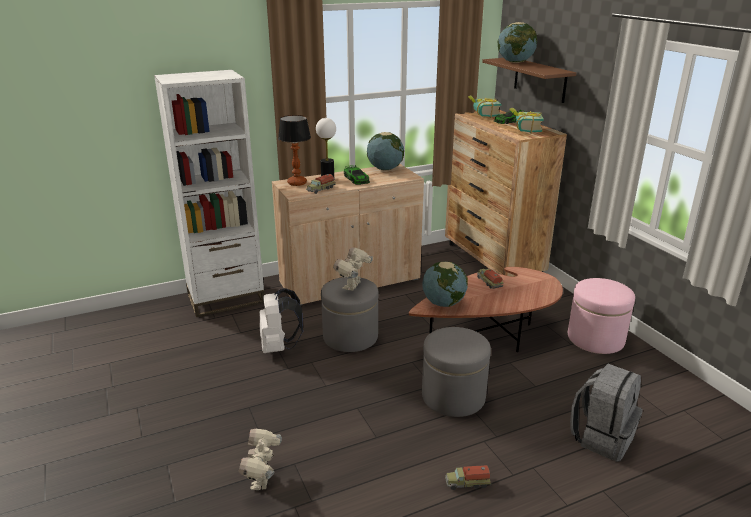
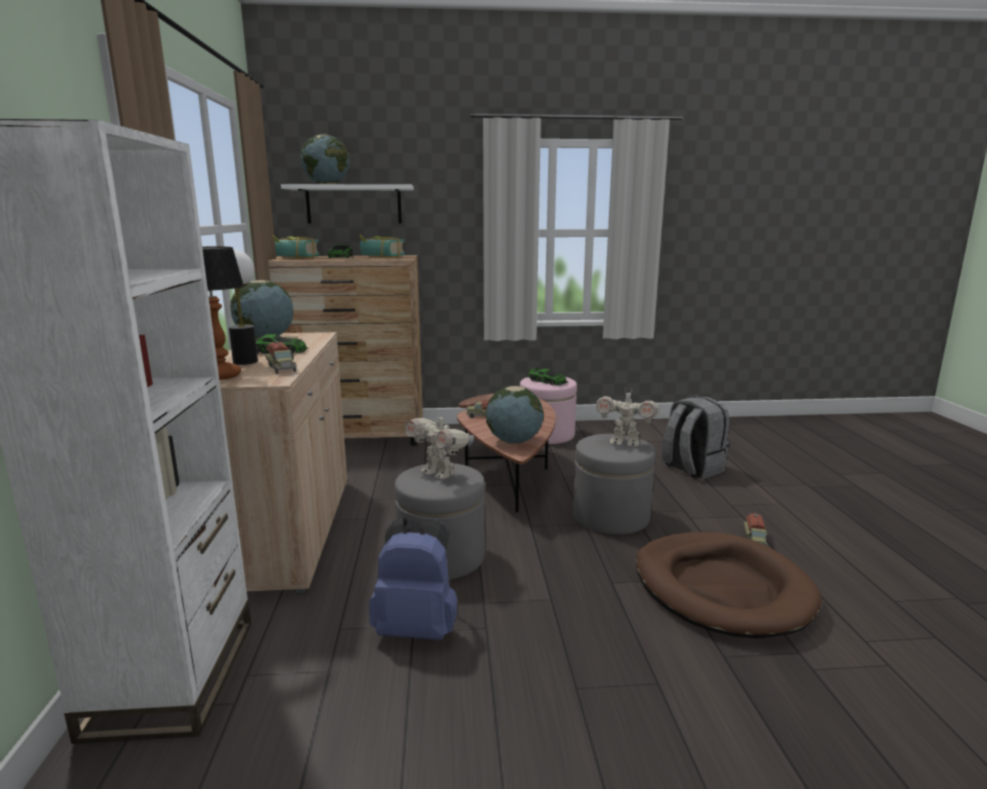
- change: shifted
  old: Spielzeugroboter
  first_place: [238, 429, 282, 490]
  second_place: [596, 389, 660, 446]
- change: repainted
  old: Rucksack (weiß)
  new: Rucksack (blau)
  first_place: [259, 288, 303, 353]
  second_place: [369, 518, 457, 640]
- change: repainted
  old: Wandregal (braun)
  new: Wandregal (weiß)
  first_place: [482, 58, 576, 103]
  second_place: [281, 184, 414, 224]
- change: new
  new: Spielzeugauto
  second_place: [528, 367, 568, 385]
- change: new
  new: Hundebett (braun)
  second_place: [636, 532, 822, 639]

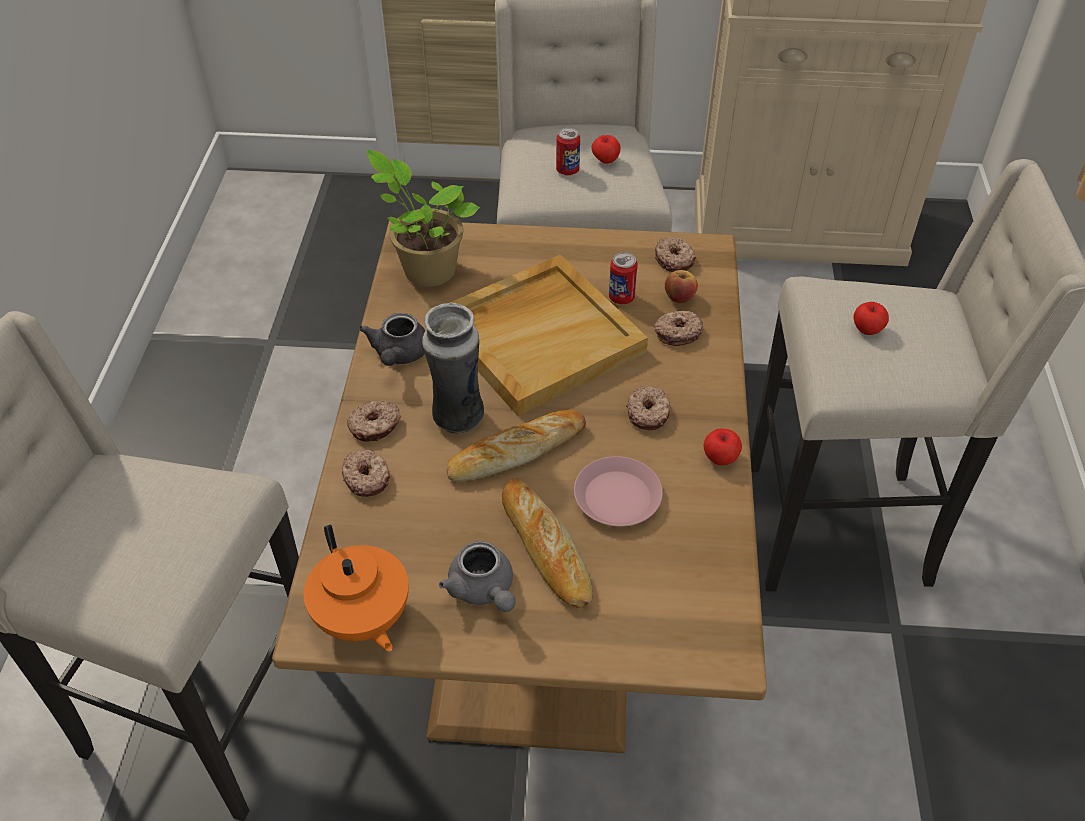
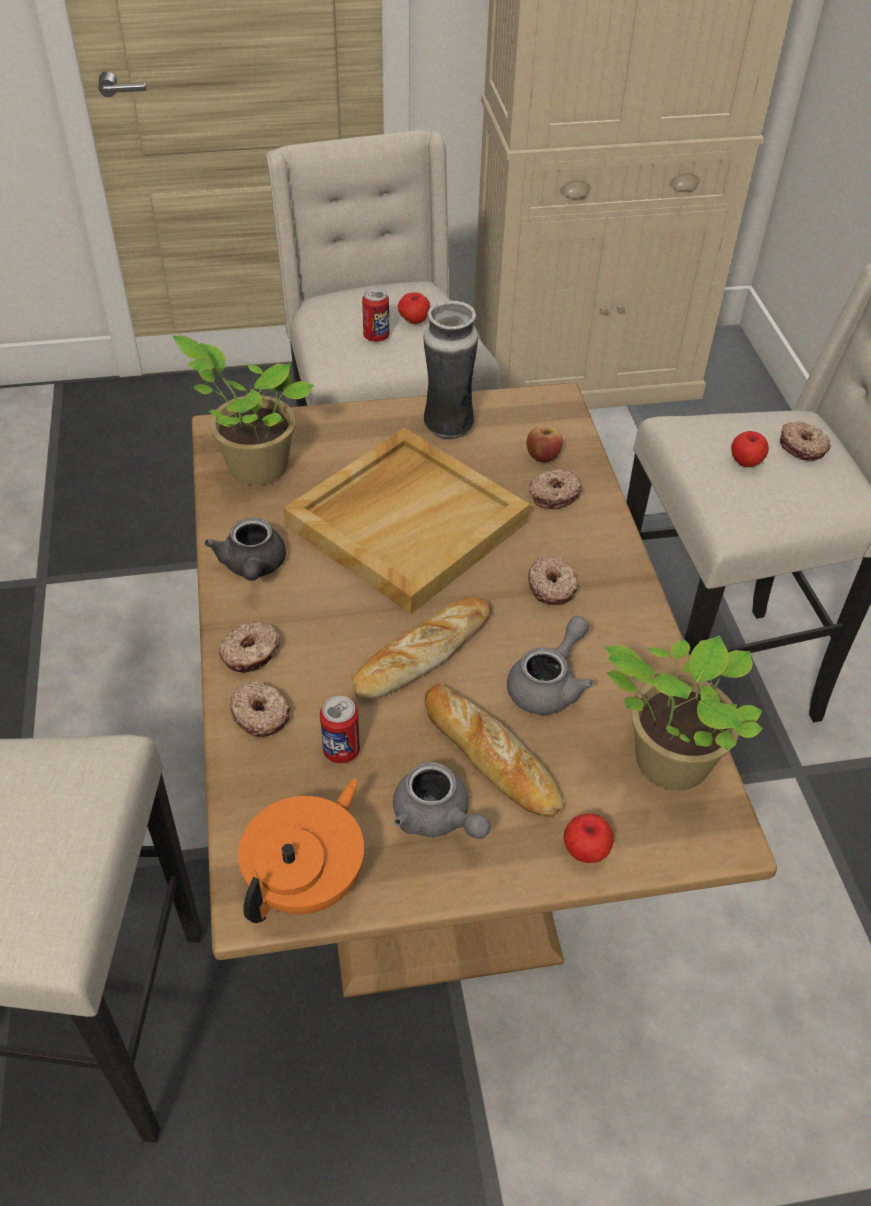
- change: rotated
  old: Teekanne (orange)
  first_place: [304, 524, 409, 651]
  second_place: [238, 779, 364, 923]
  degrees: -105
- change: shifted
  old: Vase
  first_place: [422, 303, 484, 434]
  second_place: [424, 300, 478, 440]
- change: swapped
  old: Teller (rosa)
  new: Teekanne (grau)
  first_place: [574, 456, 663, 527]
  second_place: [507, 616, 594, 715]
- change: shifted
  old: Dose
  first_place: [609, 252, 638, 304]
  second_place: [320, 696, 360, 764]
- change: shifted
  old: Donut
  first_place: [655, 237, 696, 272]
  second_place: [780, 421, 831, 461]
- change: shifted
  old: Apfel
  first_place: [703, 428, 742, 465]
  second_place: [564, 814, 614, 863]
- change: new
  new: Topfpflanze
  second_place: [605, 636, 763, 790]

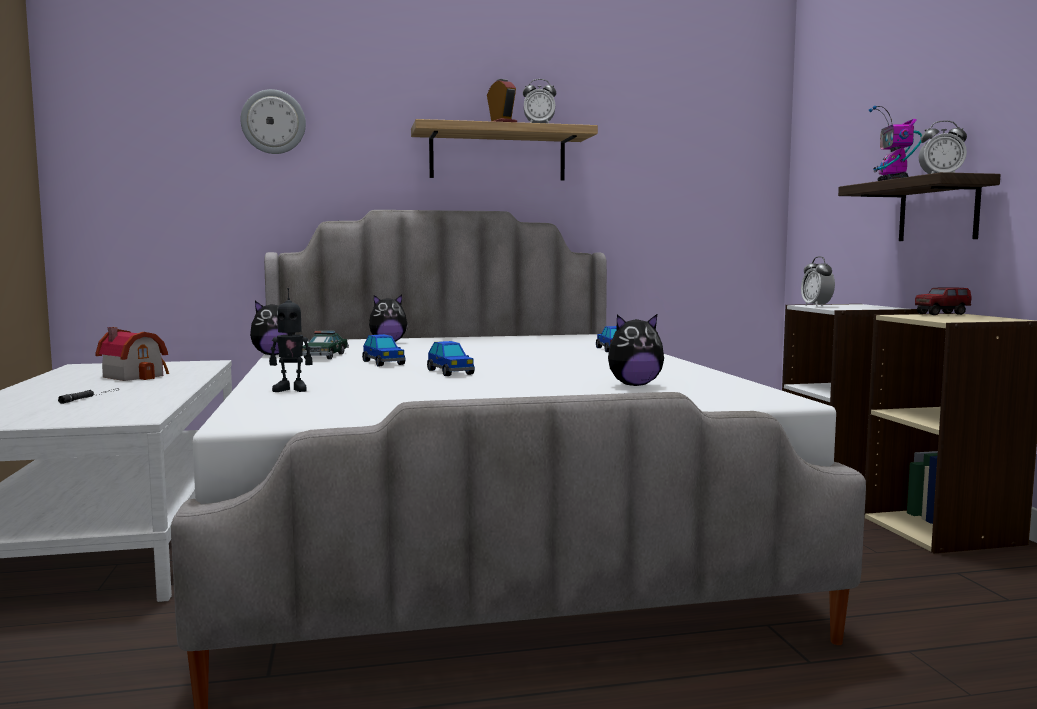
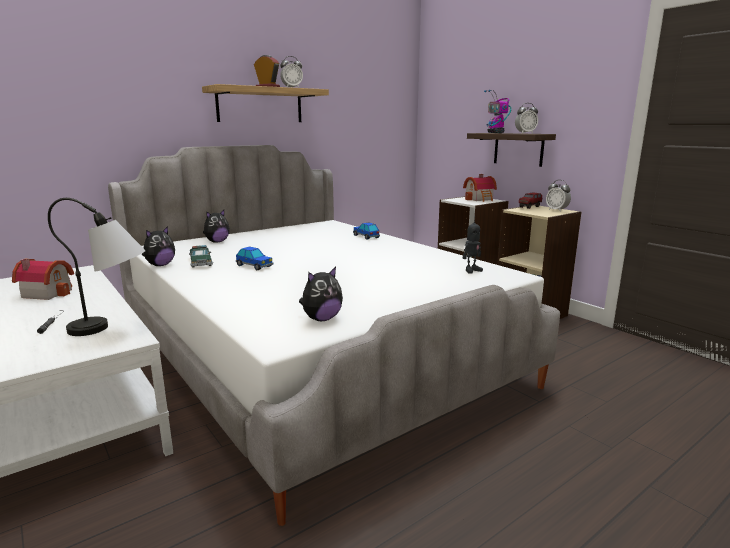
- change: gone
  old: Wanduhr
  first_place: [241, 89, 306, 154]
- change: shifted
  old: Spielzeugroboter
  first_place: [269, 288, 313, 392]
  second_place: [463, 216, 483, 274]
- change: gone
  old: Spielzeugauto
  first_place: [427, 341, 475, 376]
- change: shifted
  old: Plüschtier
  first_place: [608, 314, 664, 386]
  second_place: [299, 267, 343, 321]
- change: shifted
  old: Wecker
  first_place: [801, 256, 835, 307]
  second_place: [546, 180, 571, 212]
- change: new
  new: Tischlampe
  second_place: [48, 198, 146, 336]
- change: new
  new: Spielzeughaus
  second_place: [463, 174, 497, 202]

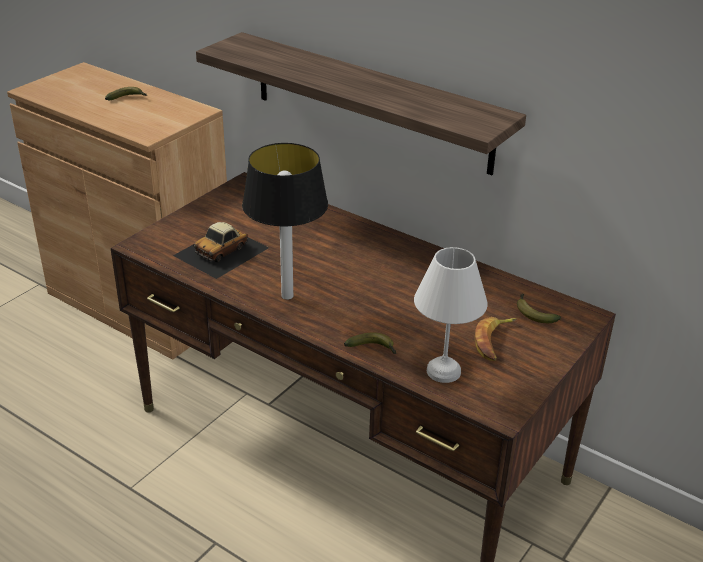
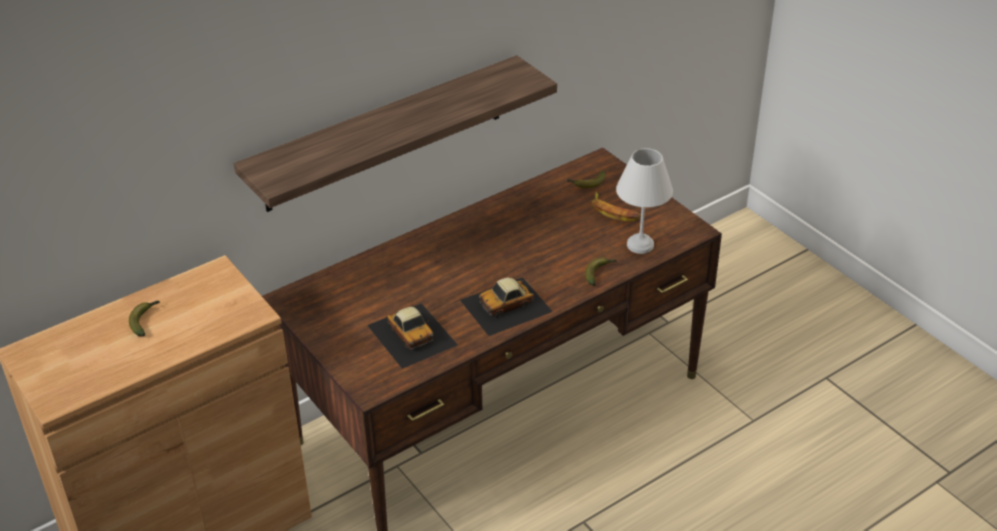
- change: swapped
  old: Tischlampe
  new: Spielzeugauto
  first_place: [242, 143, 328, 300]
  second_place: [460, 277, 553, 336]

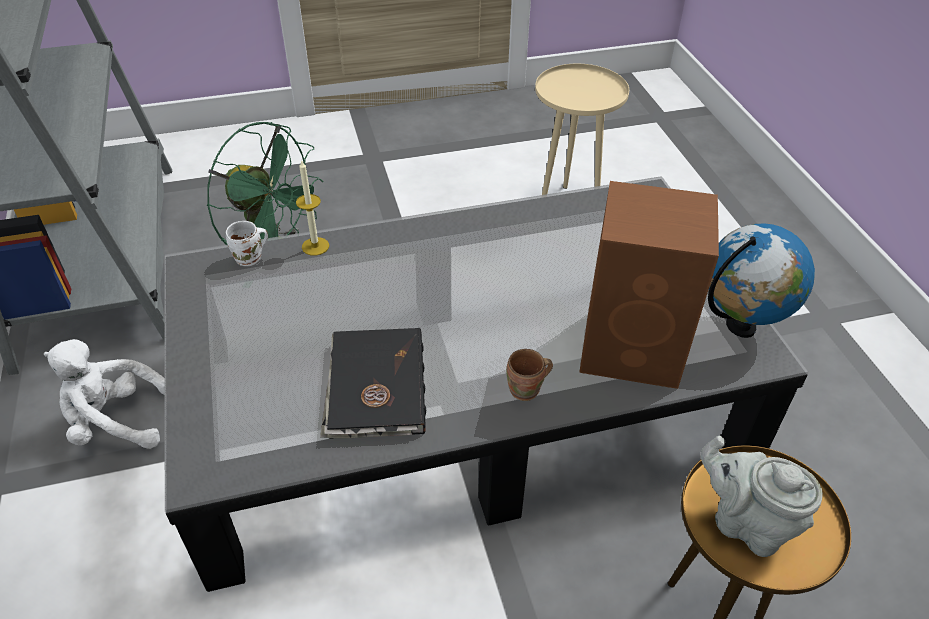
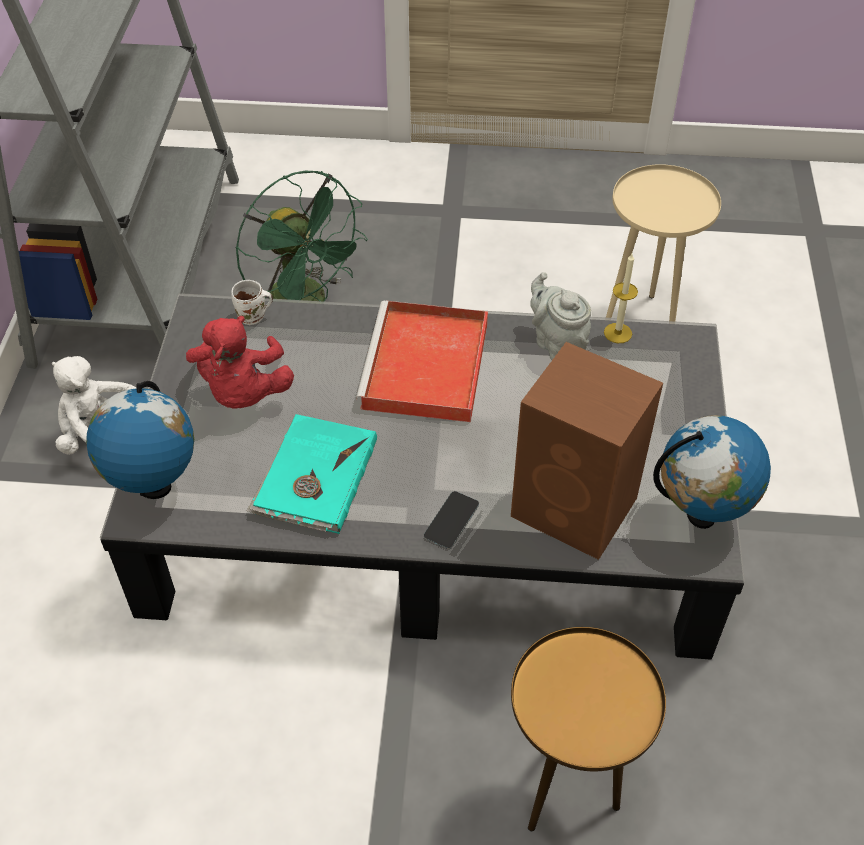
- change: shifted
  old: Kerze
  first_place: [296, 159, 329, 256]
  second_place: [604, 254, 638, 343]
- change: repainted
  old: Buch (schwarz)
  new: Buch (türkis)
  first_place: [320, 328, 426, 439]
  second_place: [247, 414, 377, 534]
- change: swapped
  old: Henkelbecher (braun)
  new: Handy
  first_place: [506, 349, 553, 401]
  second_place: [424, 491, 479, 549]
- change: shifted
  old: Teekanne (grau)
  first_place: [701, 436, 823, 557]
  second_place: [530, 272, 591, 360]
- change: new
  new: Globus
  second_place: [86, 381, 194, 499]
- change: new
  new: Plüschtier (rot)
  second_place: [186, 316, 294, 409]
- change: new
  new: Tablett (rot)
  second_place: [356, 301, 488, 422]

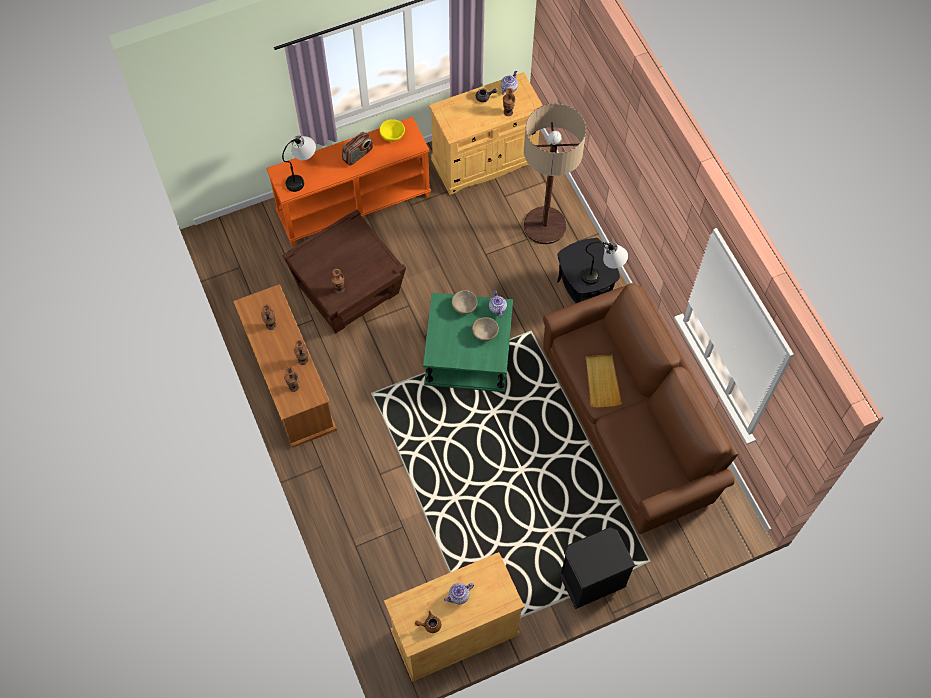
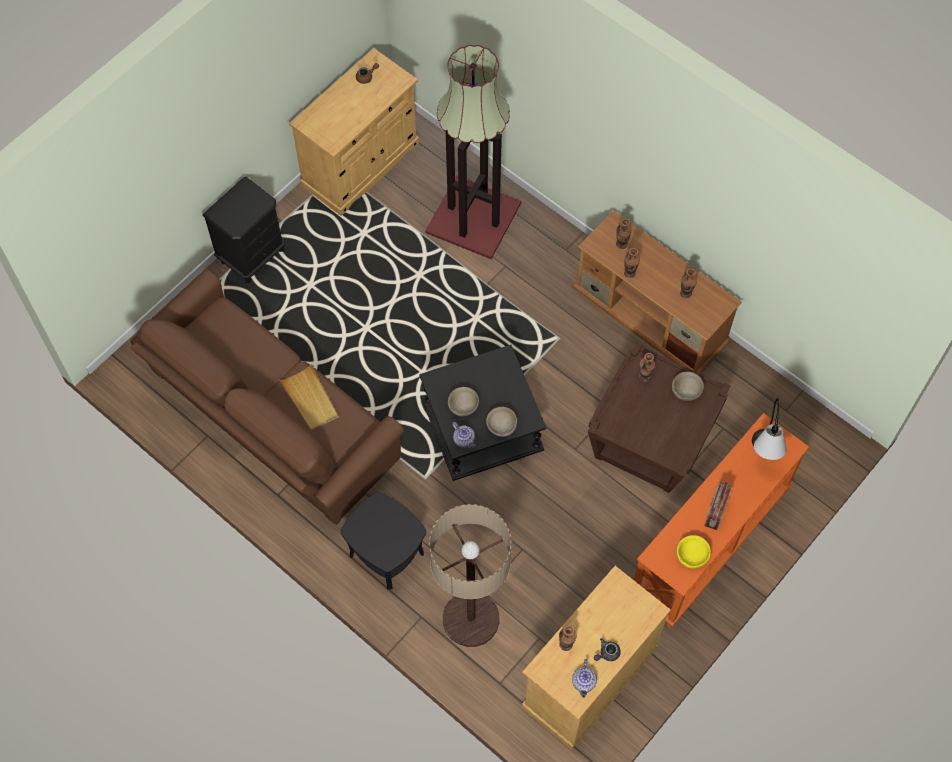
- change: repainted
  old: Beistelltisch (grün)
  new: Beistelltisch (schwarz)
  first_place: [423, 292, 513, 392]
  second_place: [419, 345, 546, 481]
- change: gone
  old: Teekanne
  first_place: [444, 583, 474, 604]
- change: gone
  old: Tischlampe
  first_place: [581, 242, 628, 285]
- change: new
  new: Stehlampe
  second_place: [425, 45, 521, 259]
- change: new
  new: Schüssel (beige)
  second_place: [672, 372, 704, 401]

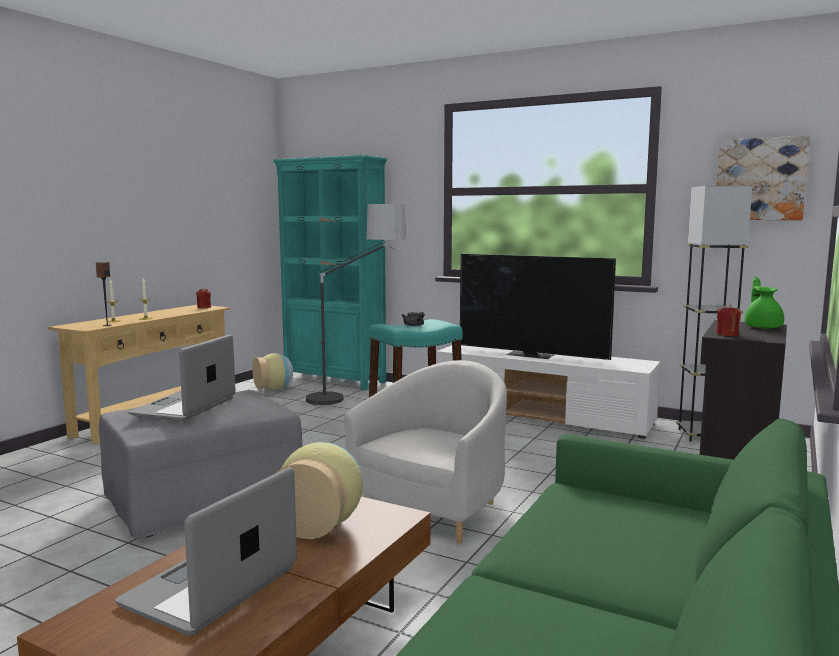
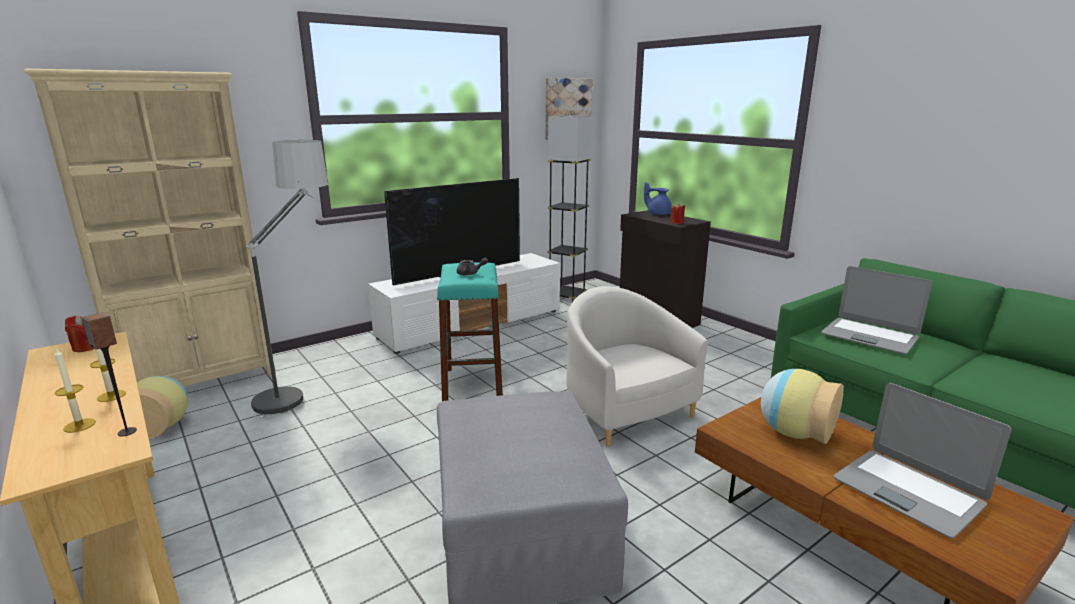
- change: shifted
  old: Laptop
  first_place: [128, 334, 236, 421]
  second_place: [821, 266, 932, 354]
- change: repainted
  old: Bücherregal (türkis)
  new: Bücherregal (beige)
  first_place: [273, 155, 387, 391]
  second_place: [24, 68, 276, 386]
- change: repainted
  old: Teekanne (grün)
  new: Teekanne (blau)
  first_place: [744, 277, 784, 329]
  second_place: [644, 182, 672, 215]

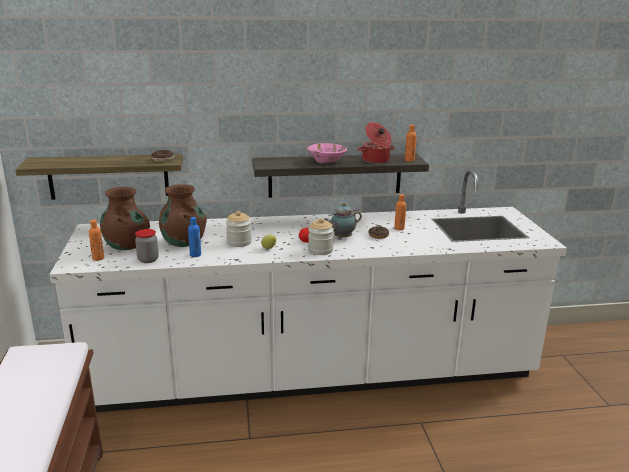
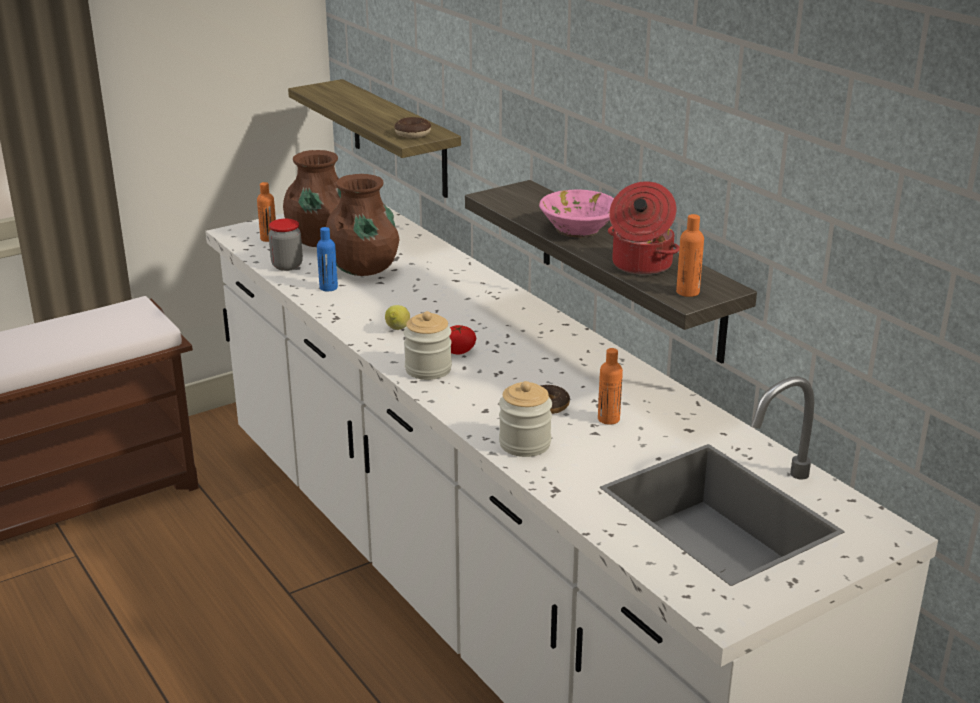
- change: shifted
  old: Vorratsglas
  first_place: [226, 211, 252, 247]
  second_place: [499, 381, 552, 457]
- change: gone
  old: Teekanne
  first_place: [324, 203, 362, 238]

